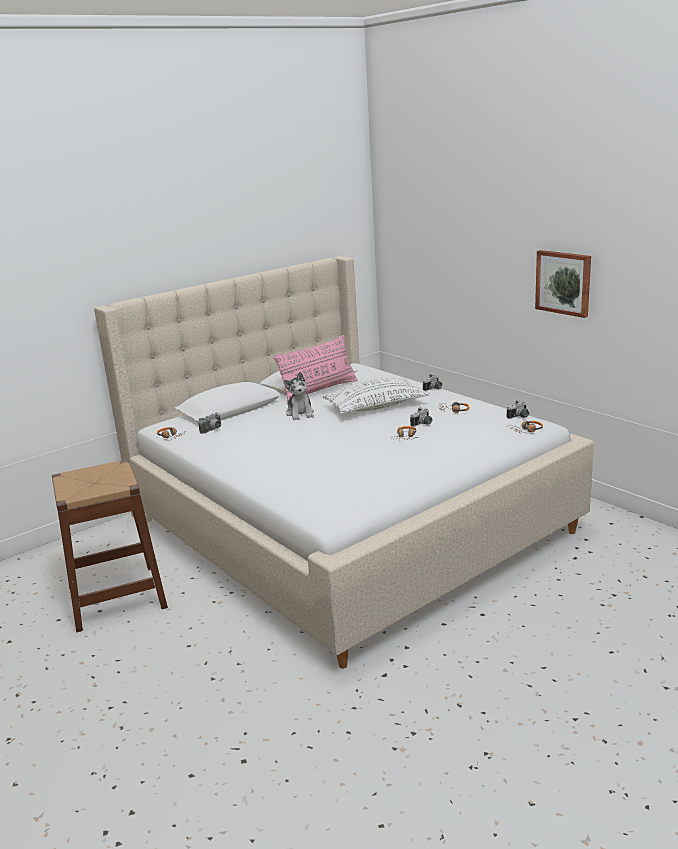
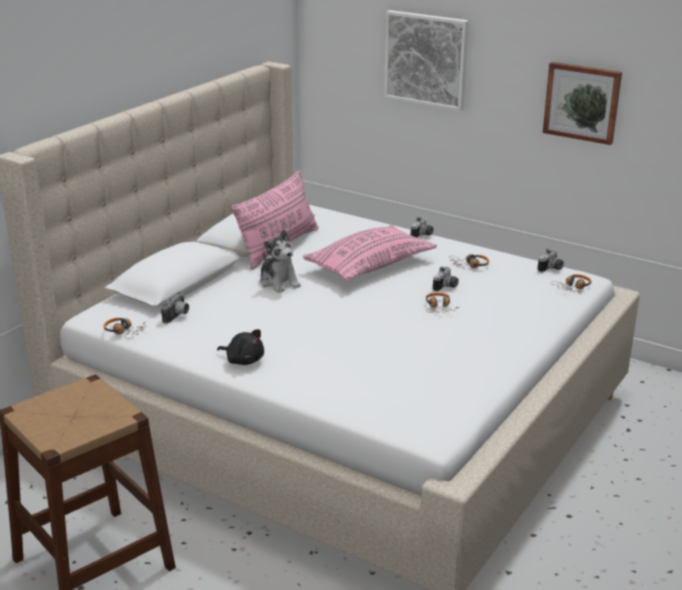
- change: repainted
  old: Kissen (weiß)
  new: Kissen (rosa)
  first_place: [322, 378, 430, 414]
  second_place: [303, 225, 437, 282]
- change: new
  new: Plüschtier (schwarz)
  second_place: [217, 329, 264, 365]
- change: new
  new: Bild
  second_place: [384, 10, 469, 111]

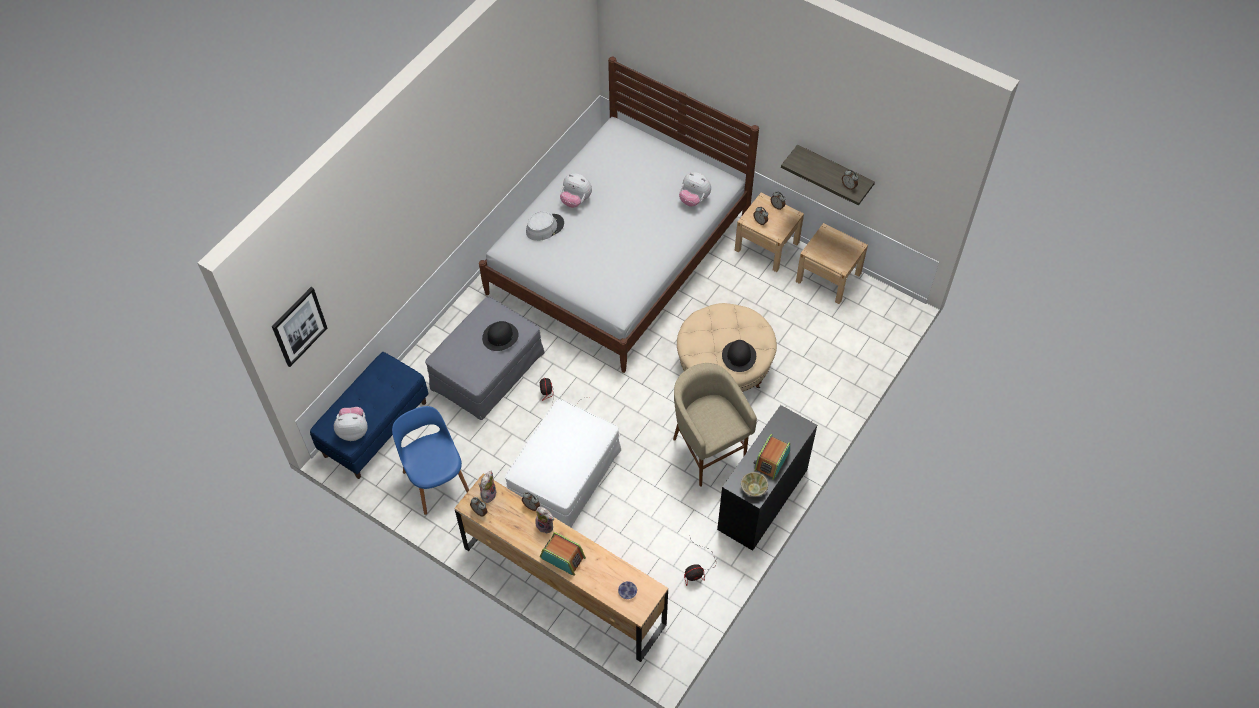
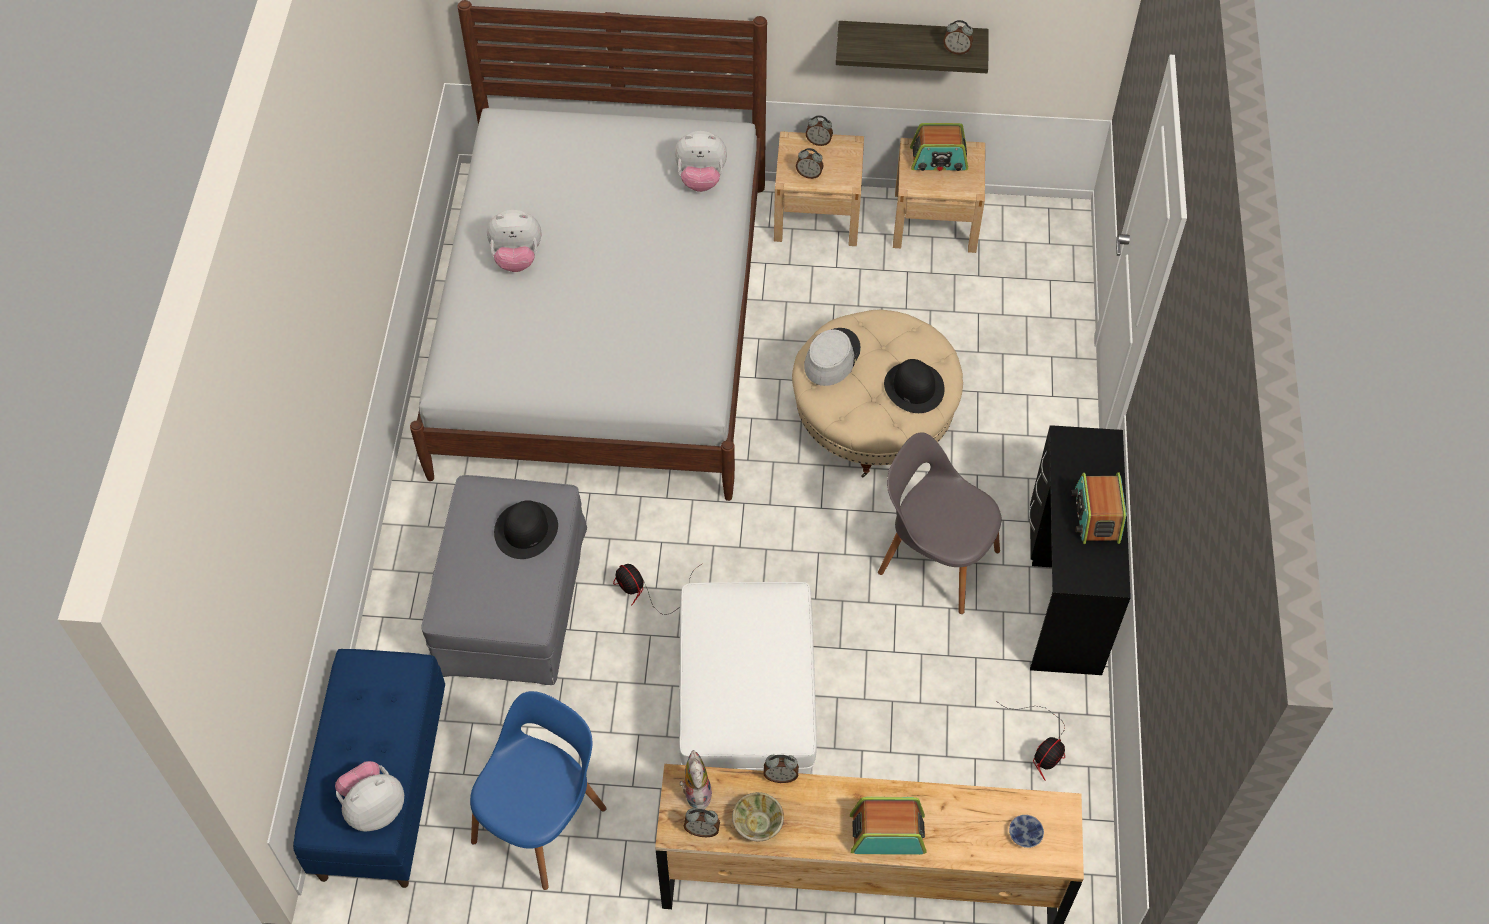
- change: gone
  old: Bild
  first_place: [272, 287, 327, 367]
- change: rotated
  old: Stuhl (blau)
  first_place: [392, 406, 469, 515]
  second_place: [470, 691, 606, 890]
  degrees: 90
- change: shifted
  old: Hut (grau)
  first_place: [526, 211, 564, 241]
  second_place: [804, 328, 861, 386]
- change: gone
  old: Plüschtier
  first_place: [536, 507, 554, 534]
- change: swapped
  old: Hocker (beige)
  new: Stuhl (grau)
  first_place: [673, 363, 757, 487]
  second_place: [878, 432, 1001, 614]
- change: shifted
  old: Schüssel (beige)
  first_place: [741, 472, 768, 497]
  second_place: [732, 792, 784, 841]
- change: new
  new: Radio
  second_place: [910, 123, 968, 171]

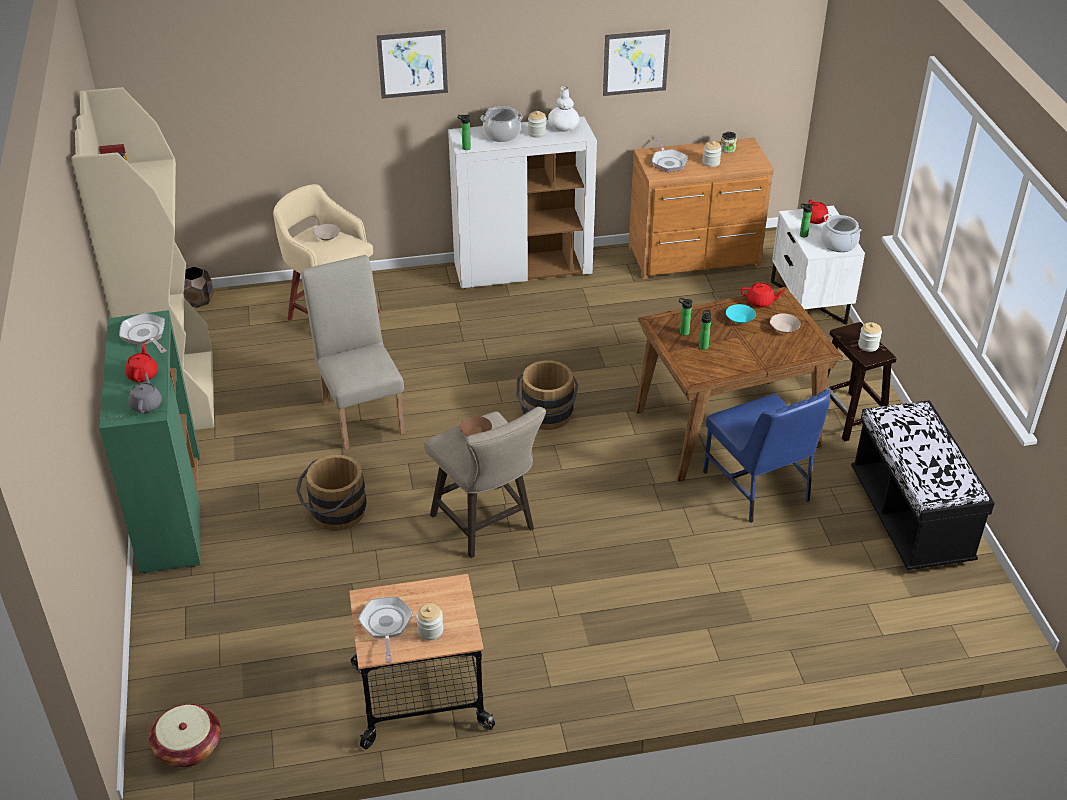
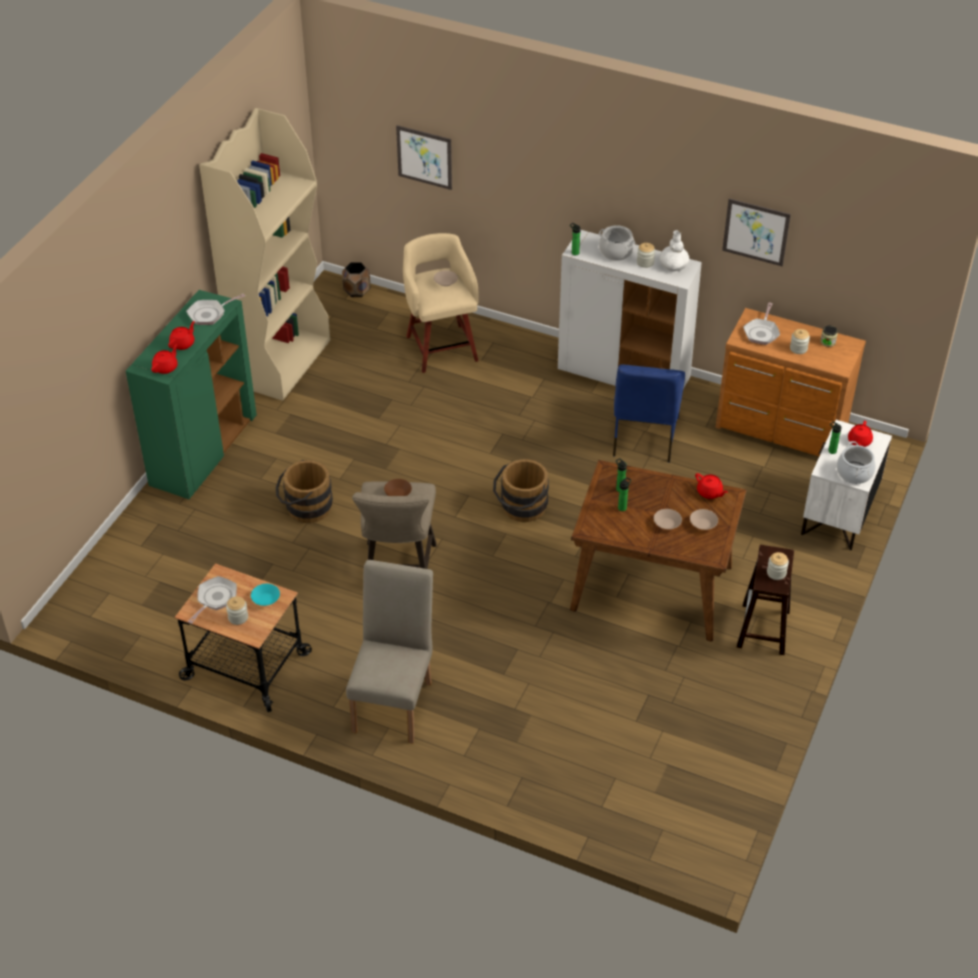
- change: rotated
  old: Pfanne
  first_place: [119, 313, 167, 353]
  second_place: [186, 294, 245, 325]
  degrees: -120
- change: repainted
  old: Teekanne (grau)
  new: Teekanne (rot)
  first_place: [128, 373, 162, 413]
  second_place: [151, 344, 178, 374]
- change: gone
  old: Korb
  first_place: [149, 704, 221, 767]
- change: shifted
  old: Stuhl (beige)
  first_place: [301, 255, 406, 450]
  second_place: [346, 560, 433, 744]
- change: shifted
  old: Bild
  first_place: [377, 30, 448, 99]
  second_place: [396, 125, 452, 190]
- change: shifted
  old: Stuhl (blau)
  first_place: [703, 389, 830, 523]
  second_place: [613, 364, 685, 463]
- change: shifted
  old: Schüssel (türkis)
  first_place: [726, 304, 756, 324]
  second_place: [251, 584, 280, 606]
- change: gone
  old: Bank (schwarz)
  first_place: [851, 400, 995, 570]
- change: new
  new: Schüssel (beige)
  second_place: [654, 509, 682, 529]

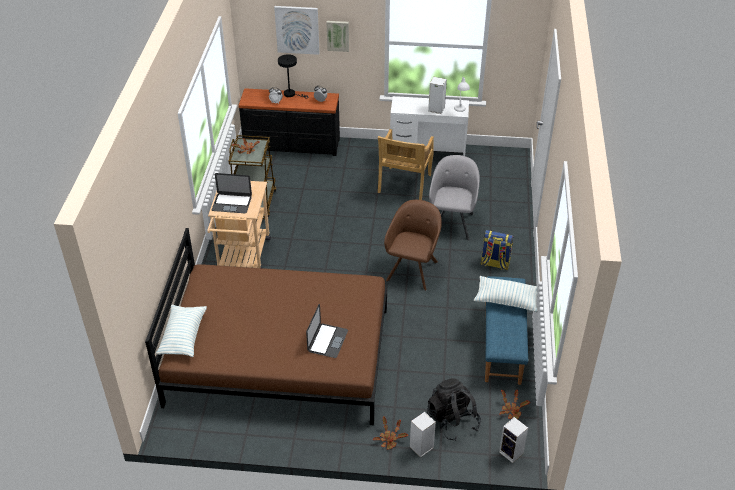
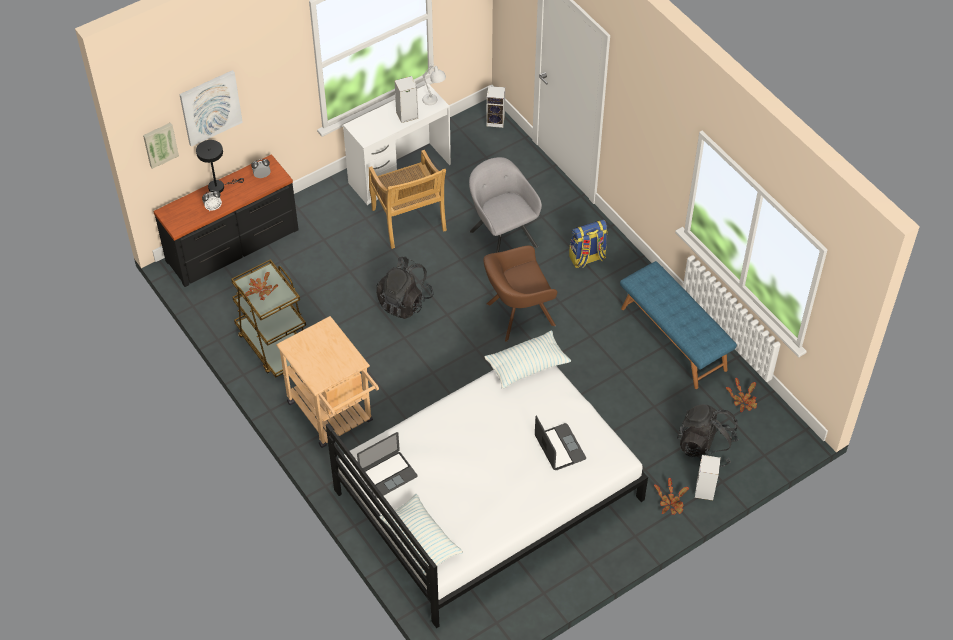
- change: repainted
  old: Bett (braun)
  new: Bett (weiß)
  first_place: [145, 228, 387, 425]
  second_place: [326, 366, 648, 628]
- change: shifted
  old: Laptop
  first_place: [212, 173, 252, 213]
  second_place: [357, 432, 418, 498]
- change: shifted
  old: Bild
  first_place: [326, 21, 349, 52]
  second_place: [143, 123, 179, 169]
- change: rotated
  old: Sessel (braun)
  first_place: [384, 200, 442, 291]
  second_place: [484, 245, 557, 342]
  degrees: -90
- change: shifted
  old: Kissen
  first_place: [474, 276, 538, 312]
  second_place: [484, 330, 571, 389]
- change: shifted
  old: Lautsprecher
  first_place: [499, 417, 528, 463]
  second_place: [486, 86, 505, 128]
- change: new
  new: Rucksack (schwarz)
  second_place: [376, 256, 433, 319]

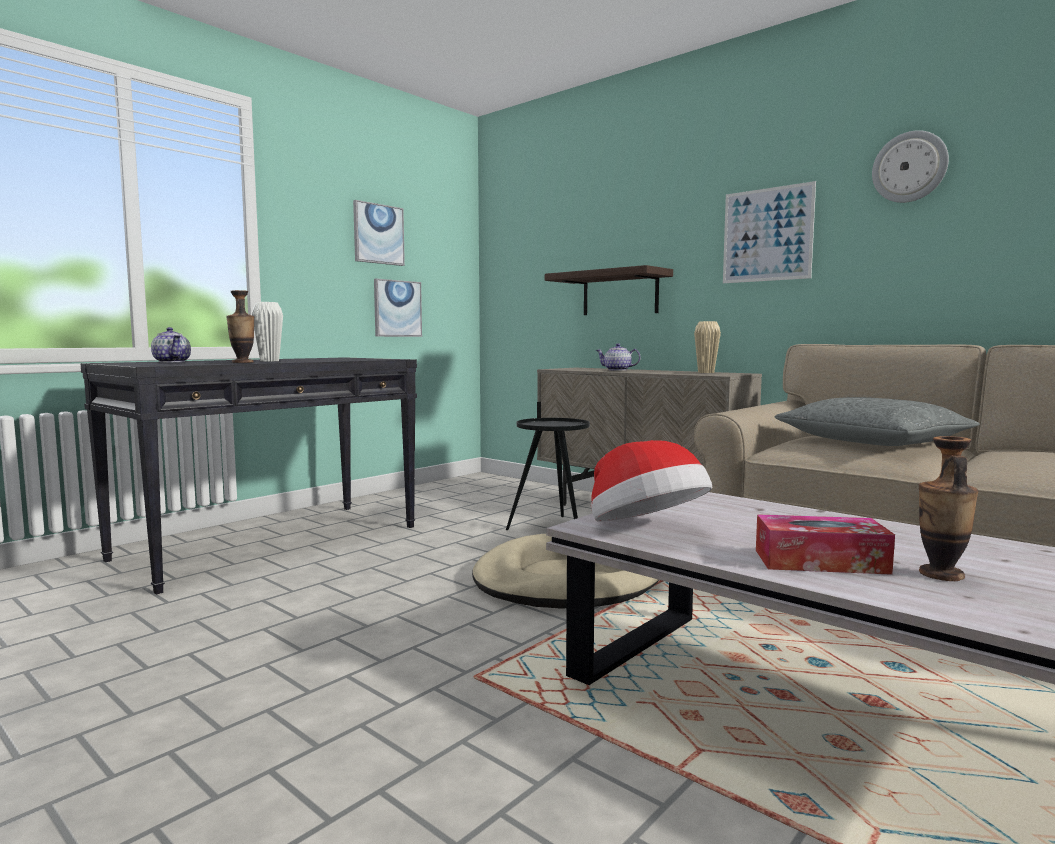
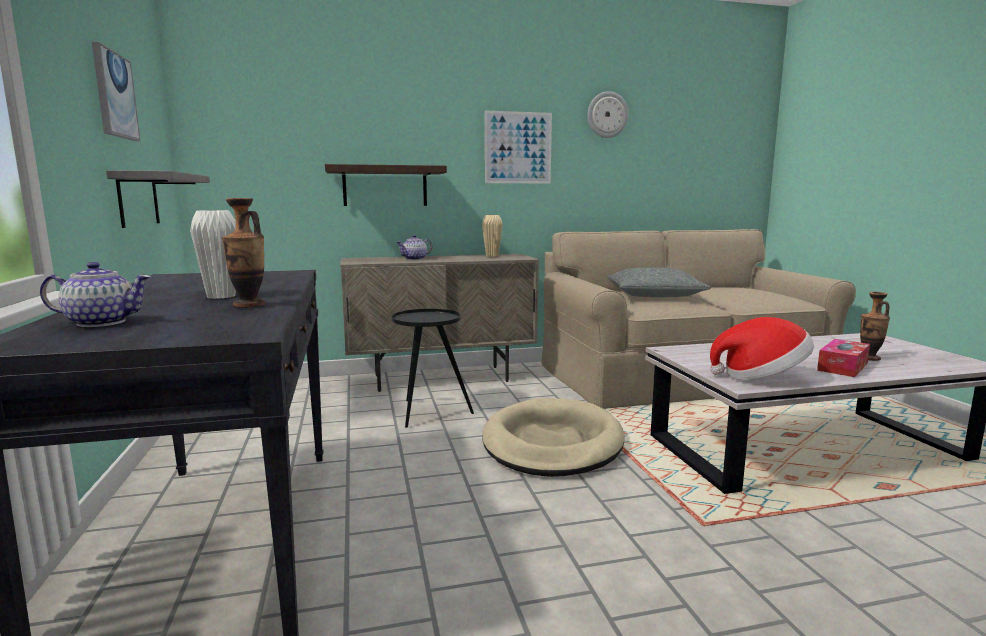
- change: swapped
  old: Bild
  new: Wandregal (grau)
  first_place: [374, 279, 422, 337]
  second_place: [106, 170, 210, 228]

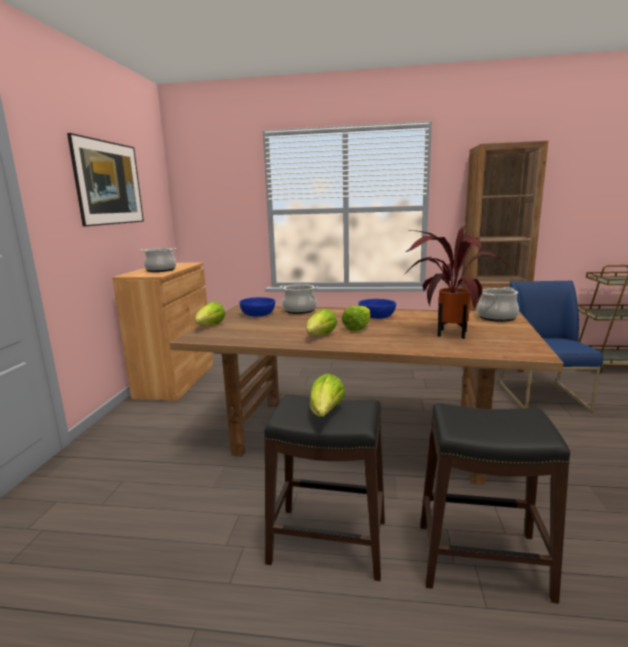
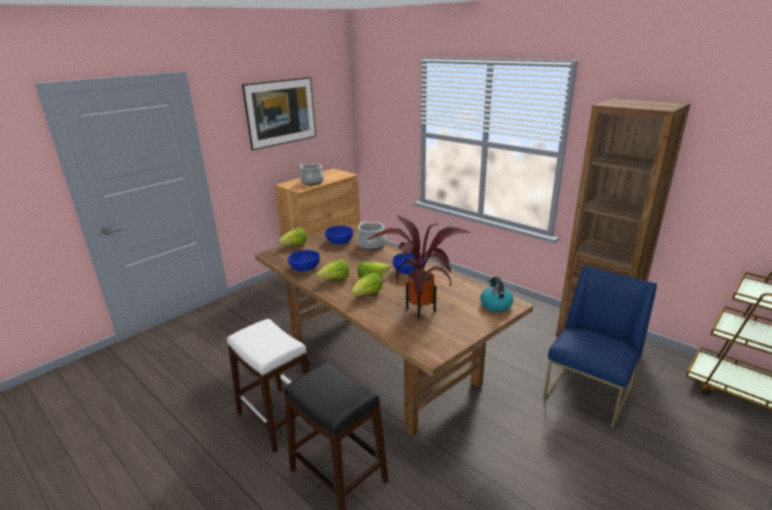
- change: repainted
  old: Hocker (schwarz)
  new: Hocker (weiß)
  first_place: [264, 394, 385, 581]
  second_place: [227, 319, 310, 453]
- change: shifted
  old: Salatkopf
  first_place: [310, 373, 345, 417]
  second_place: [351, 272, 382, 296]
- change: swapped
  old: Kochtopf
  new: Wasserkessel
  first_place: [477, 287, 519, 322]
  second_place: [480, 276, 513, 312]
- change: new
  new: Schüssel (blau)
  second_place: [288, 250, 320, 271]

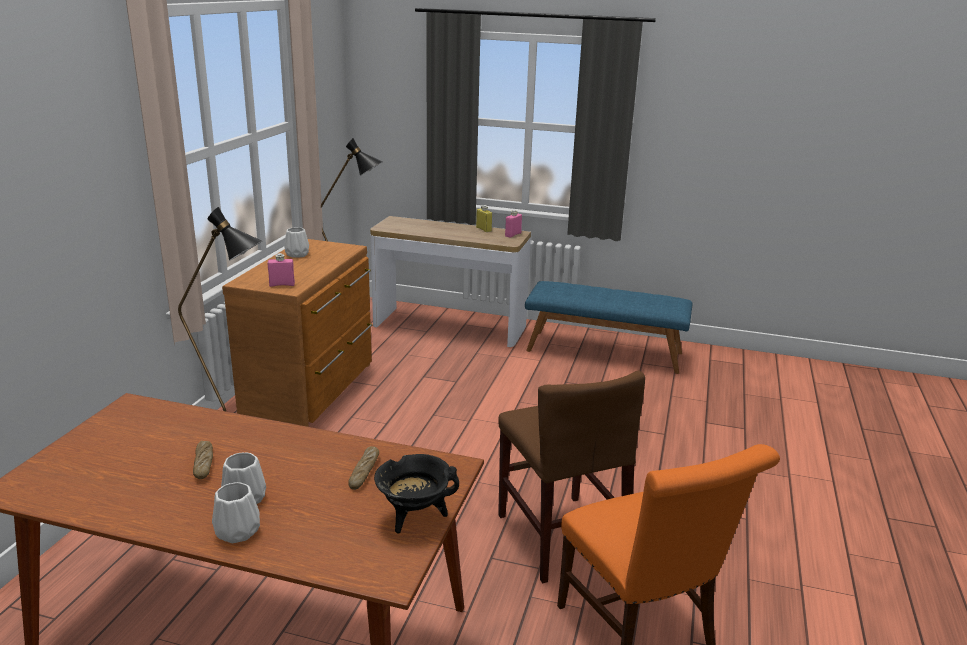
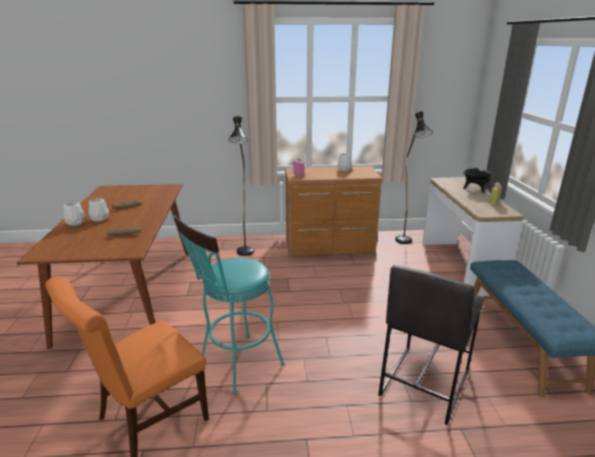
- change: shifted
  old: Kochtopf (schwarz)
  first_place: [374, 454, 459, 534]
  second_place: [463, 168, 491, 193]
- change: swapped
  old: Stuhl (braun)
  new: Hocker (türkis)
  first_place: [498, 371, 645, 583]
  second_place: [172, 215, 284, 395]
- change: gone
  old: Flasche (rosa)
  first_place: [505, 210, 522, 238]
- change: new
  new: Hocker (grau)
  second_place: [378, 265, 484, 425]

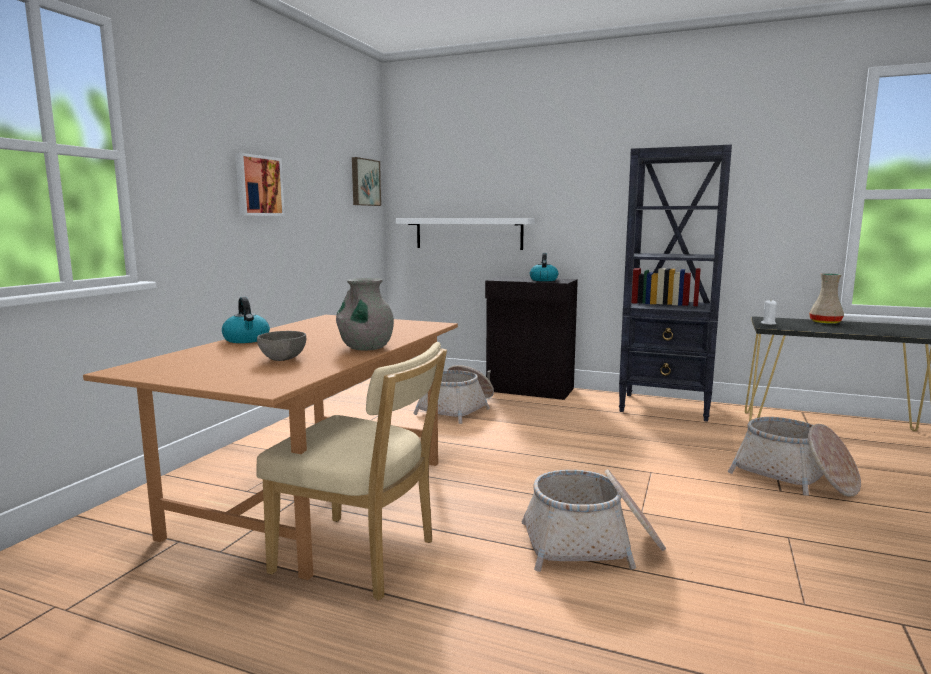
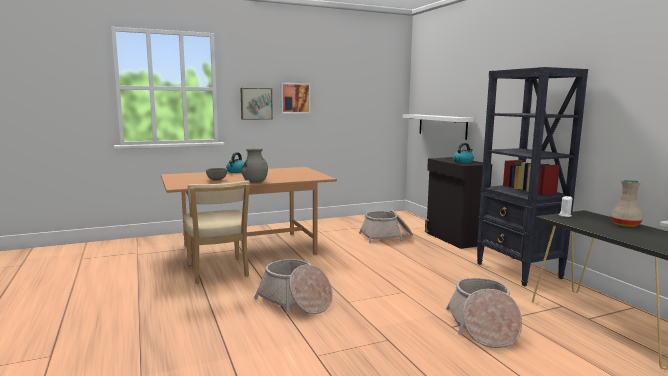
- change: shifted
  old: Bild
  first_place: [352, 157, 381, 206]
  second_place: [240, 88, 273, 120]

